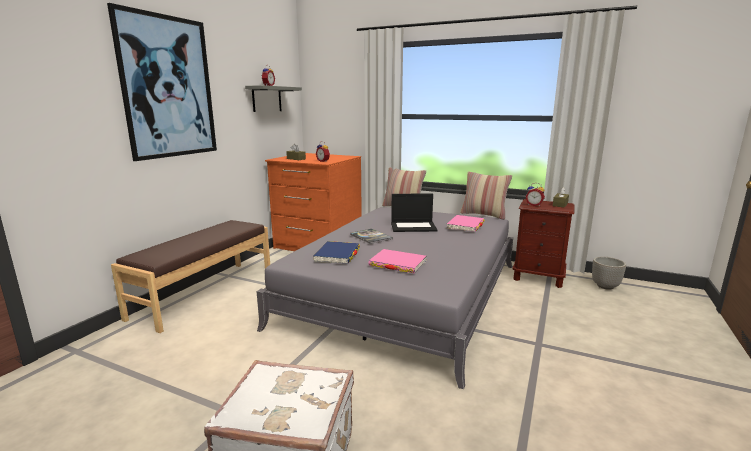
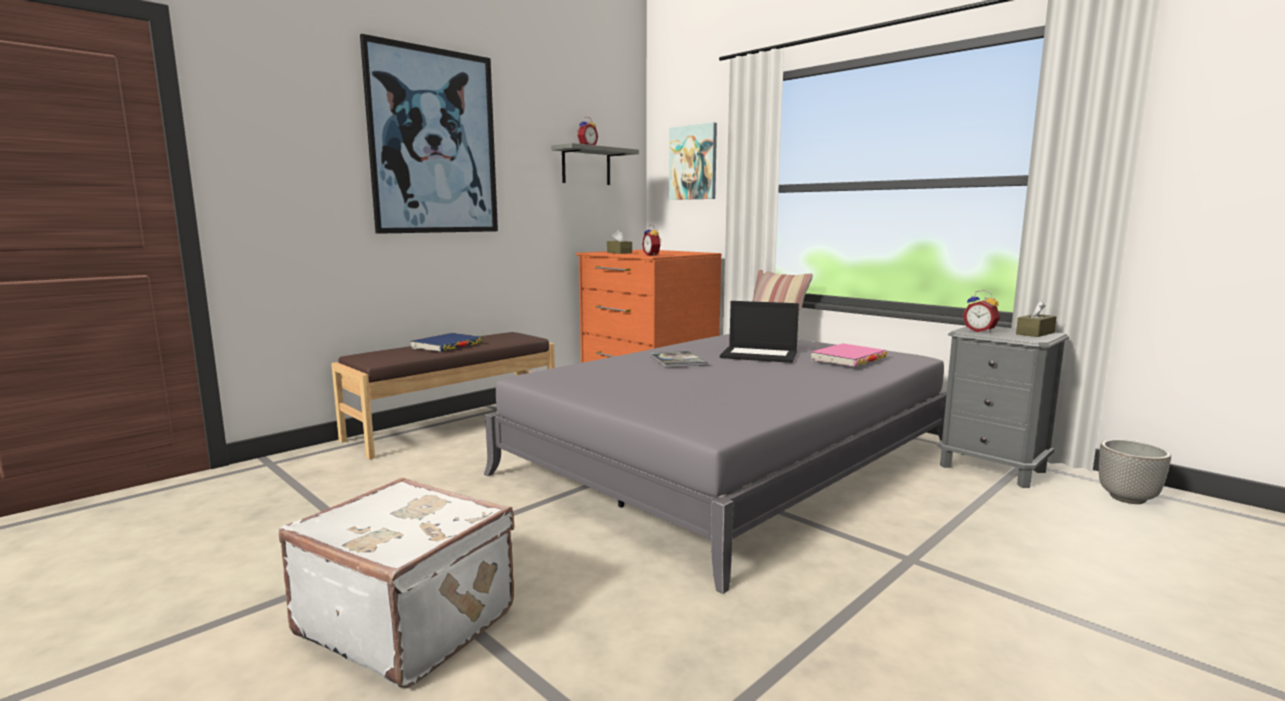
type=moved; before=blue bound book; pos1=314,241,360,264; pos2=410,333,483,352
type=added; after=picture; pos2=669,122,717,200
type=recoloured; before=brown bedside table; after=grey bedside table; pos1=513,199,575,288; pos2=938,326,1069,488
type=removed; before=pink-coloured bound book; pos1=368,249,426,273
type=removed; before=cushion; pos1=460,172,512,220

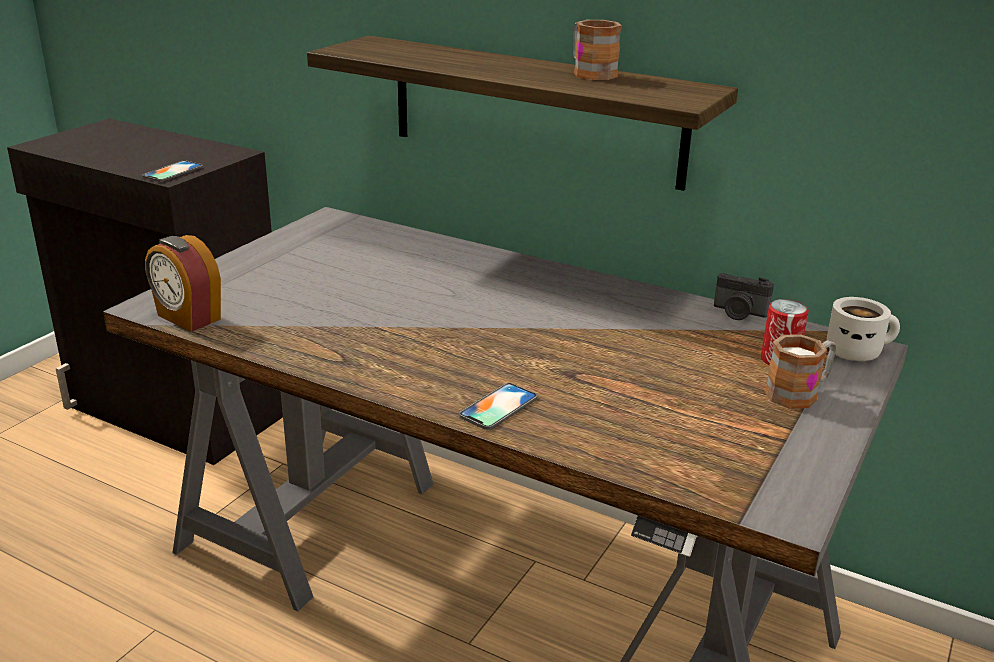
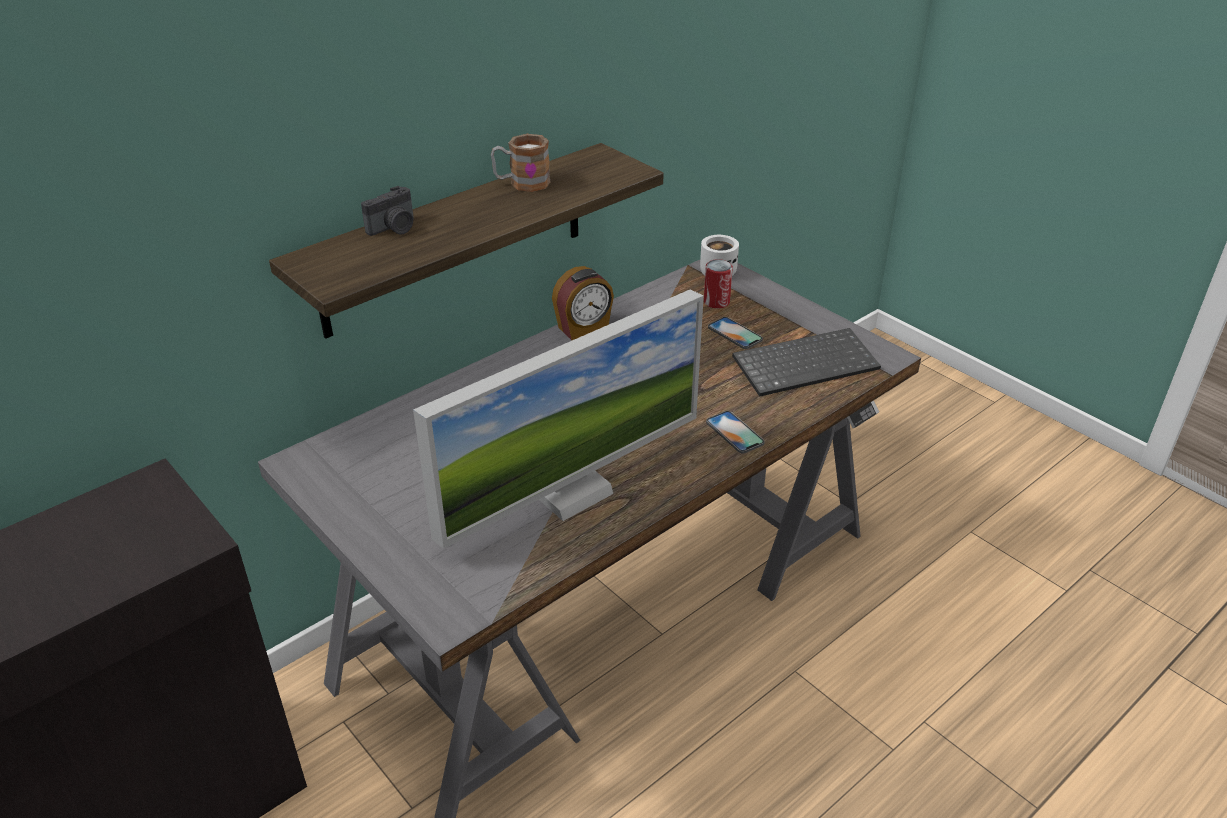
type=moved; before=photo camera; pos1=714,273,774,320; pos2=361,186,414,236
type=added; after=monitor; pos2=413,289,704,549
type=moved; before=table clock; pos1=145,235,221,332; pos2=552,266,614,340
type=moved; before=handset; pos1=142,160,203,182; pos2=708,317,763,349
type=added; after=computer keyboard; pos2=732,328,881,397
type=removed; before=tea mug; pos1=765,334,836,409

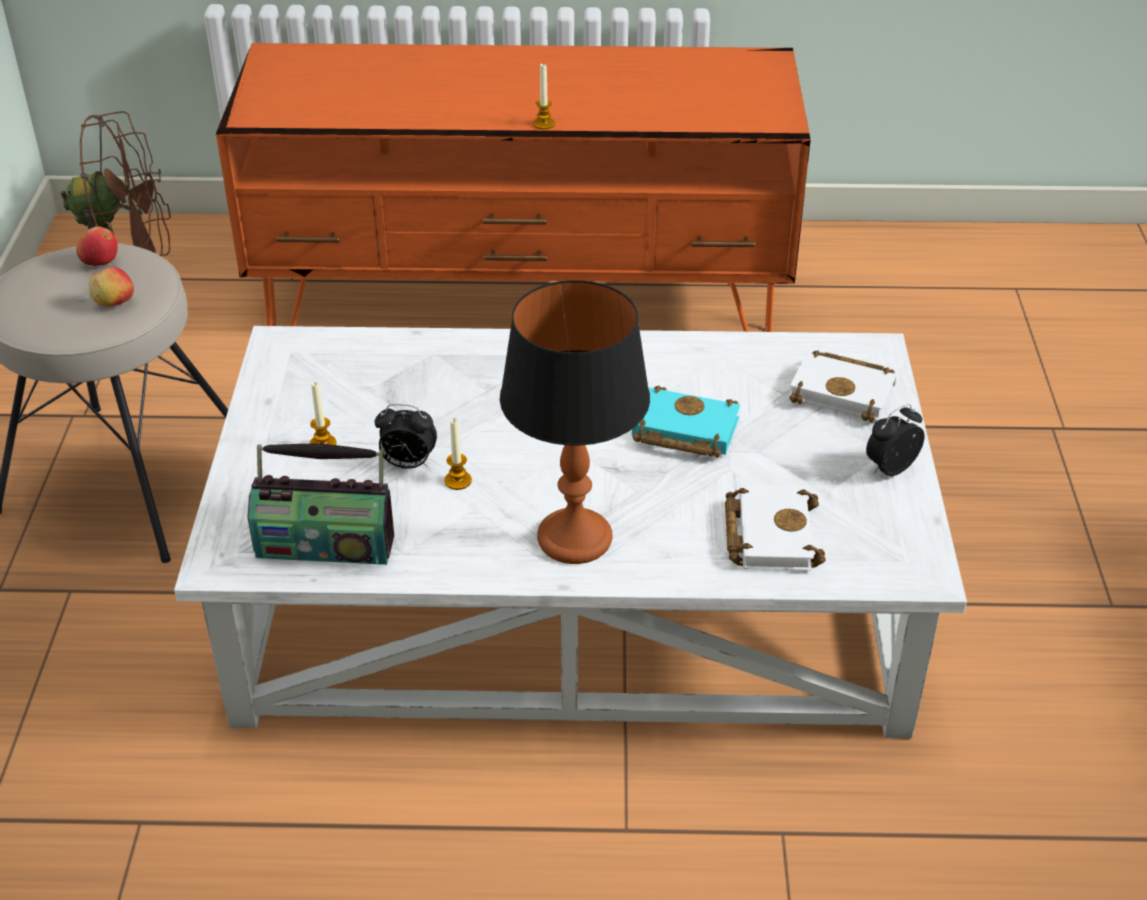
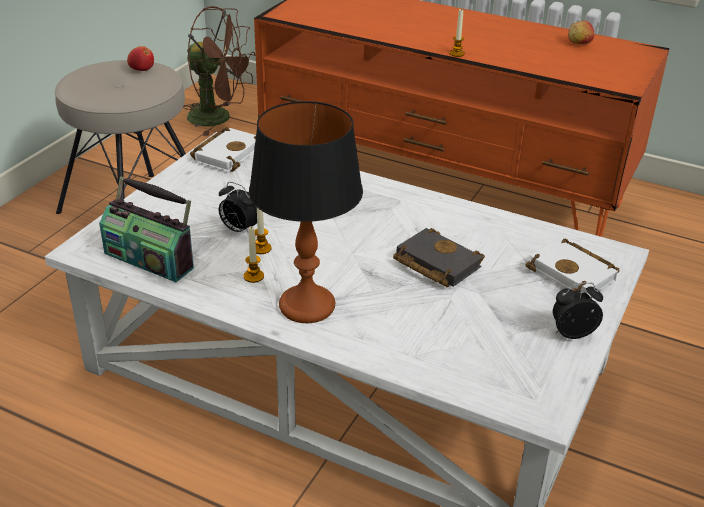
type=moved; before=white bound book; pos1=725,485,825,571; pos2=190,127,256,172
type=moved; before=candle; pos1=310,382,336,445; pos2=244,226,264,283
type=recoloured; before=turquoise bound book; after=black-coloured bound book; pos1=632,386,740,458; pos2=393,228,485,287
type=moved; before=apple fruit; pos1=89,266,134,307; pos2=568,20,594,44

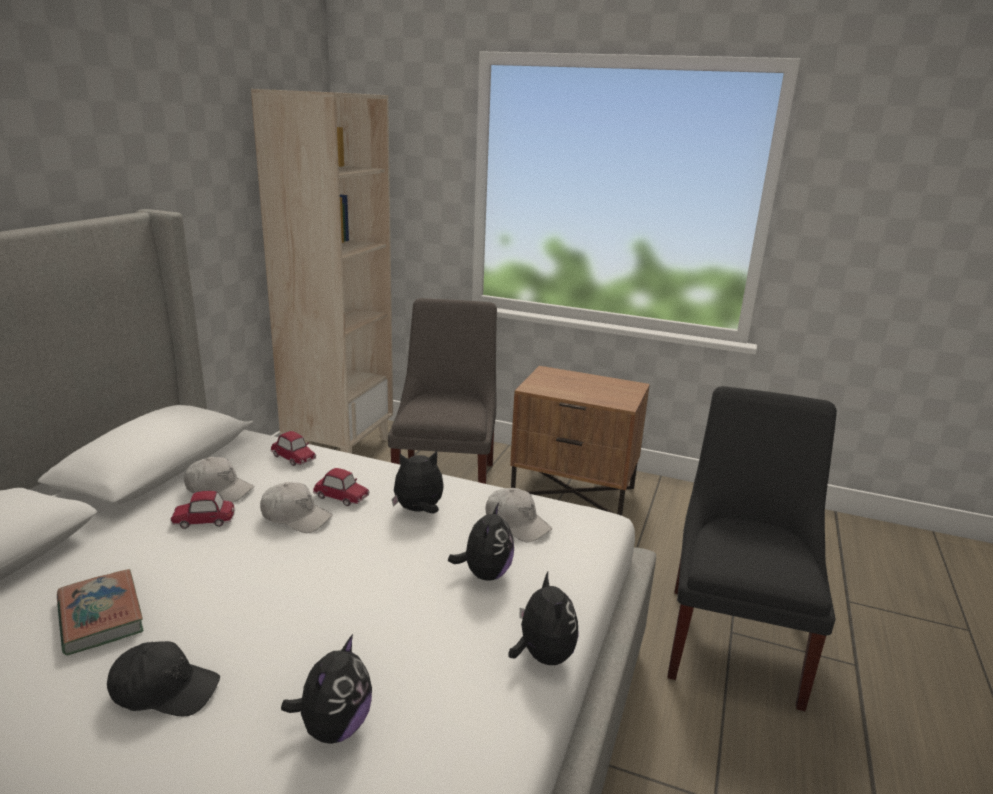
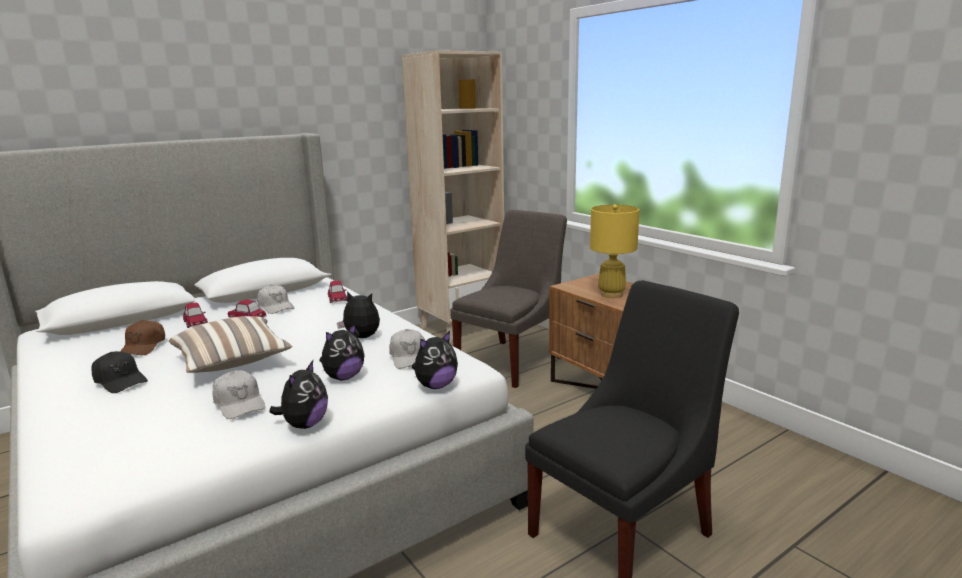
type=replaced; before=bound book; after=brown baseball cap; pos1=57,569,144,656; pos2=120,320,165,355
type=added; after=cushion; pos2=169,316,292,373
type=moved; before=miniature car; pos1=313,468,369,506; pos2=183,303,208,328
type=moved; before=white baseball cap; pos1=260,482,333,533; pos2=212,370,265,419
type=moved; before=soft toy; pos1=281,634,372,744; pos2=411,331,458,389
type=added; after=yellowish lamp for a table; pos2=590,205,640,298

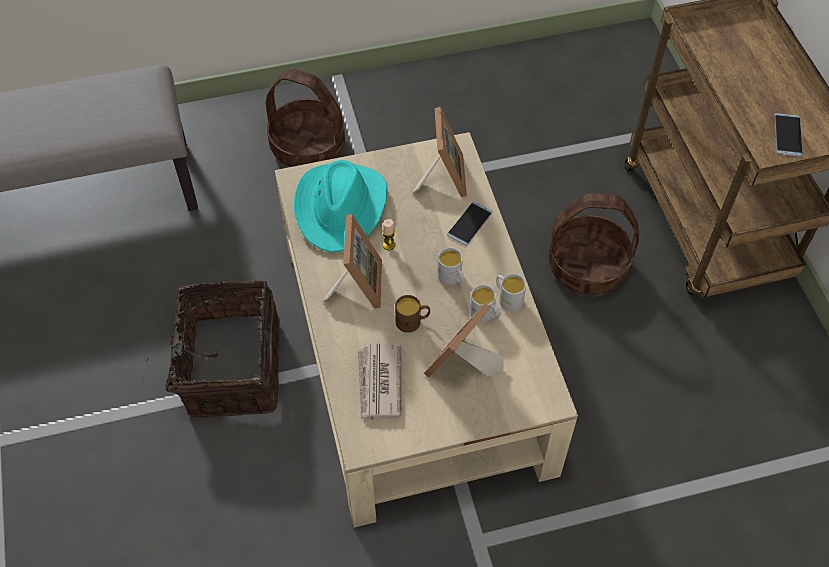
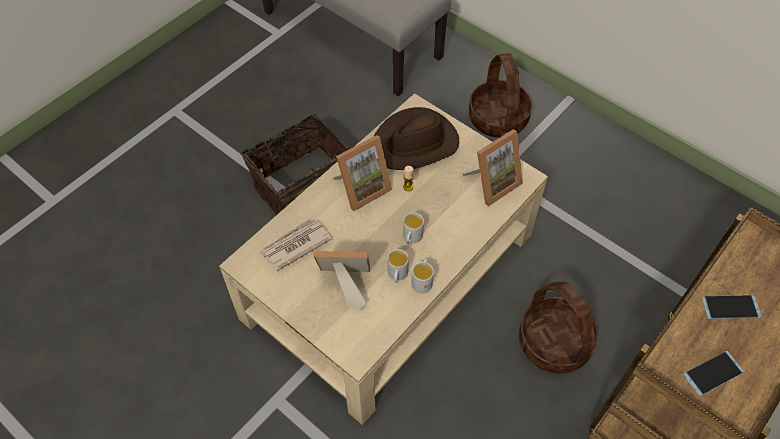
type=recoloured; before=turquoise clothing hat; after=brown clothing hat; pos1=294,160,388,253; pos2=374,107,459,170
type=moved; before=handset; pos1=447,201,493,246; pos2=702,295,761,319
type=removed; before=brown tea mug; pos1=395,295,430,333

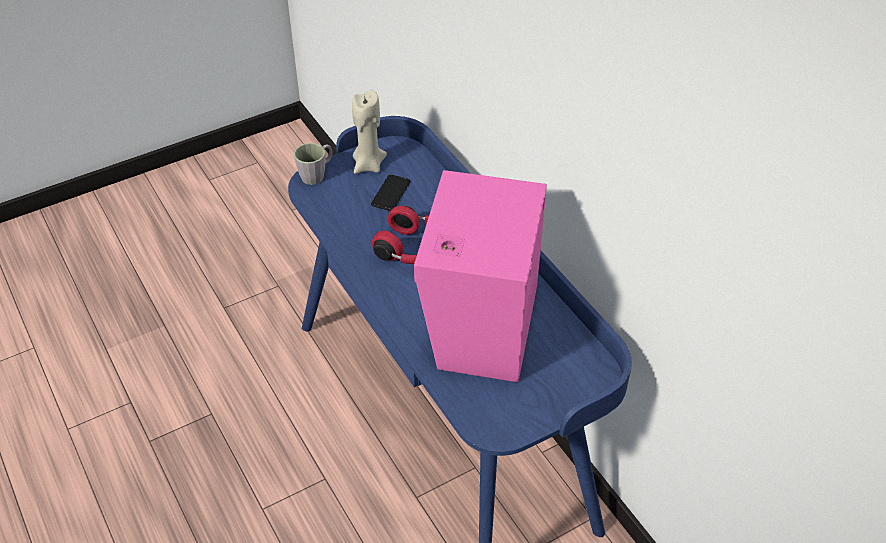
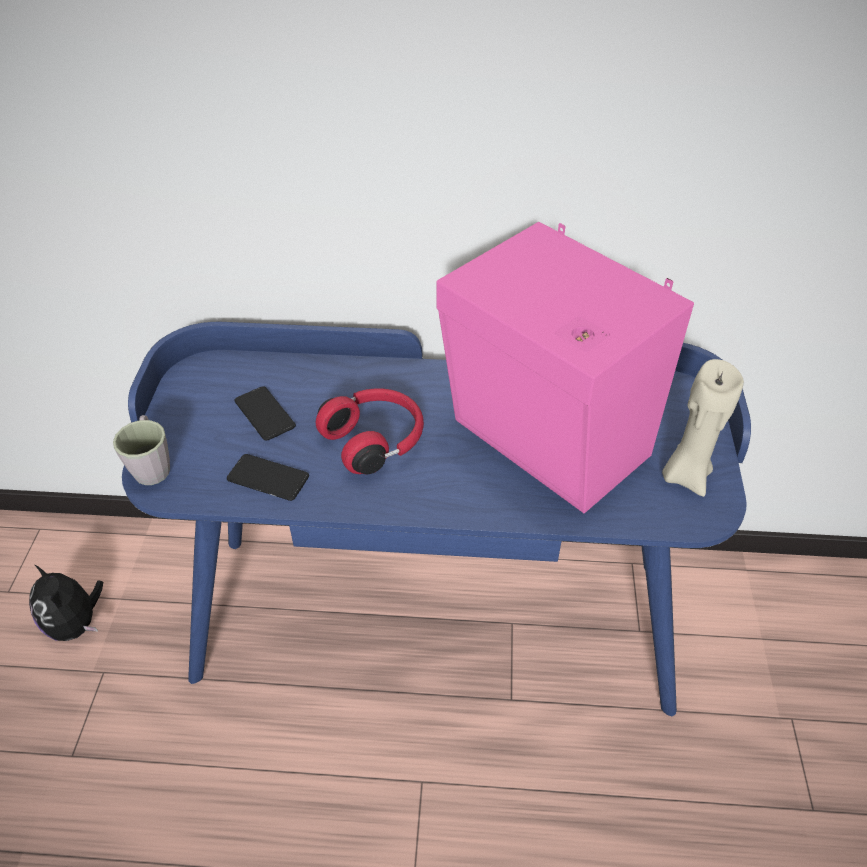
type=added; after=soft toy; pos2=29,565,103,641
type=added; after=handset; pos2=227,454,309,501
type=moved; before=beige candle; pos1=352,90,387,174; pos2=662,359,744,497

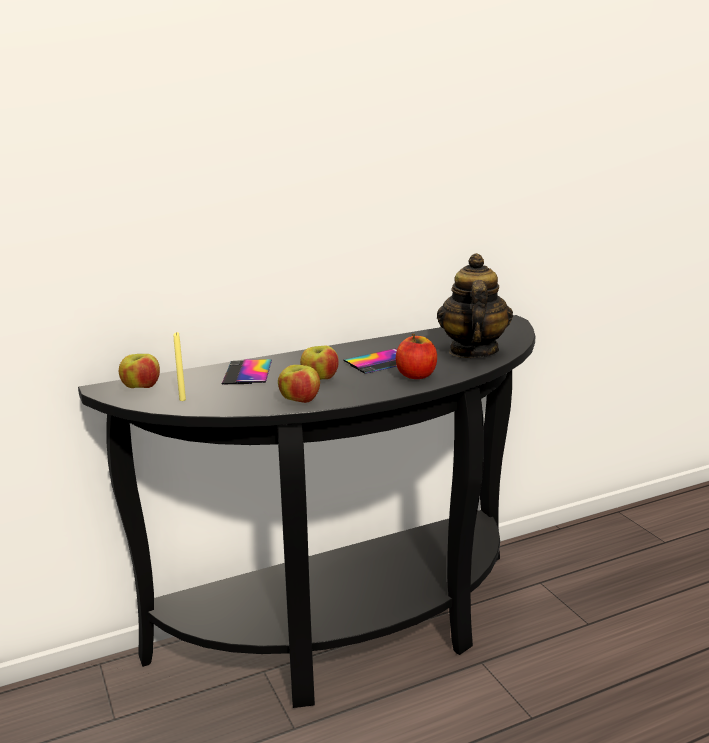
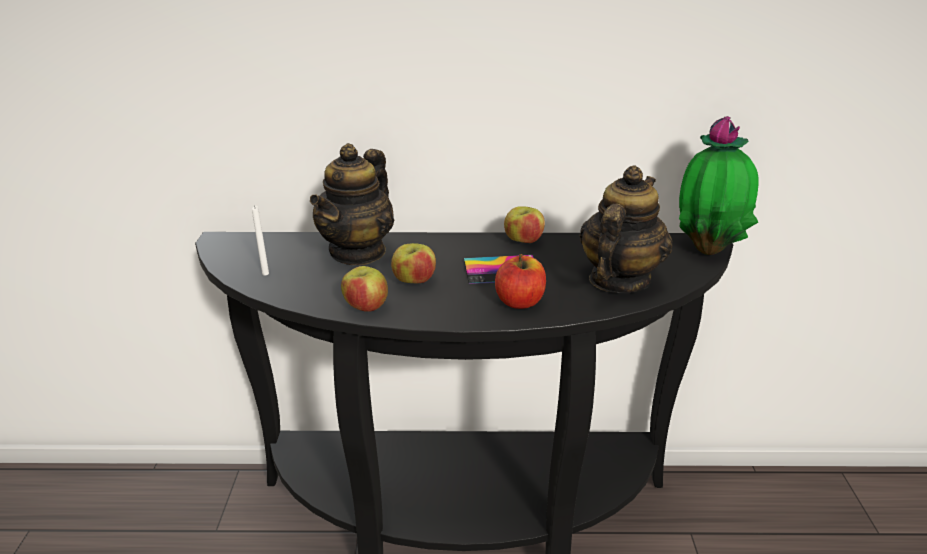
type=recoloured; before=yellowish candle; after=white candle; pos1=174,332,186,401; pos2=252,205,269,275
type=replaced; before=handset; after=tea pot; pos1=222,359,272,384; pos2=310,143,394,265
type=moved; before=apple fruit; pos1=119,354,160,388; pos2=504,206,545,243
type=added; after=potted plant; pos2=679,116,759,255

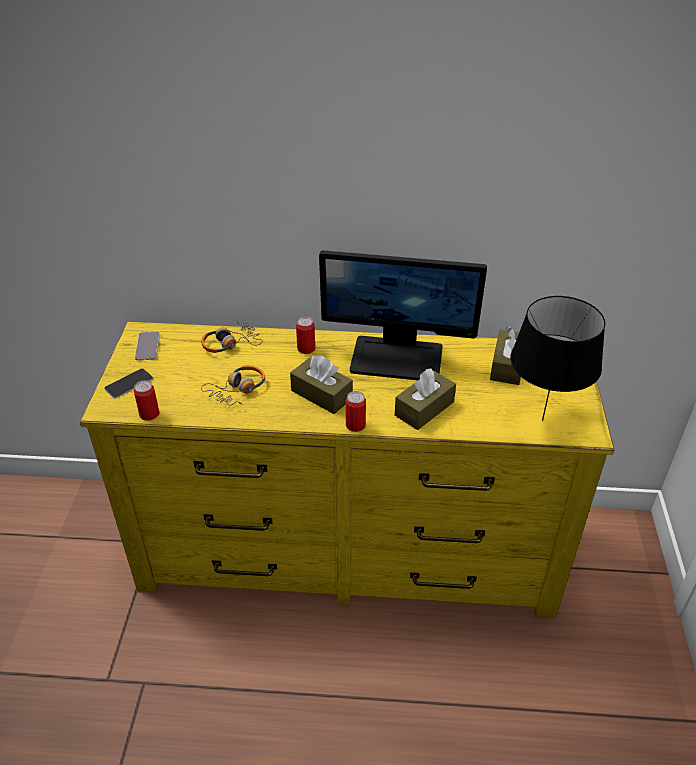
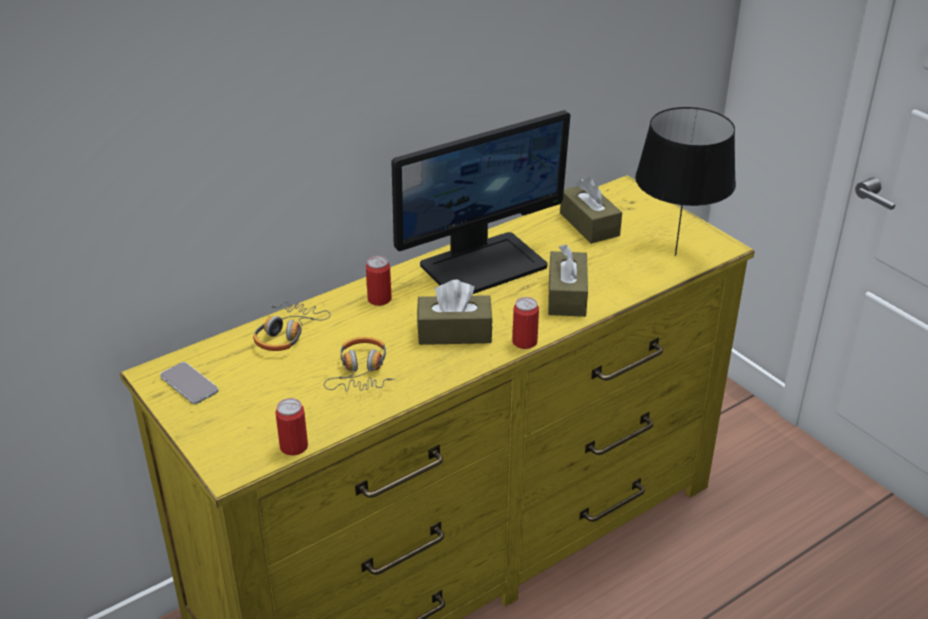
type=removed; before=handset; pos1=104,368,154,399

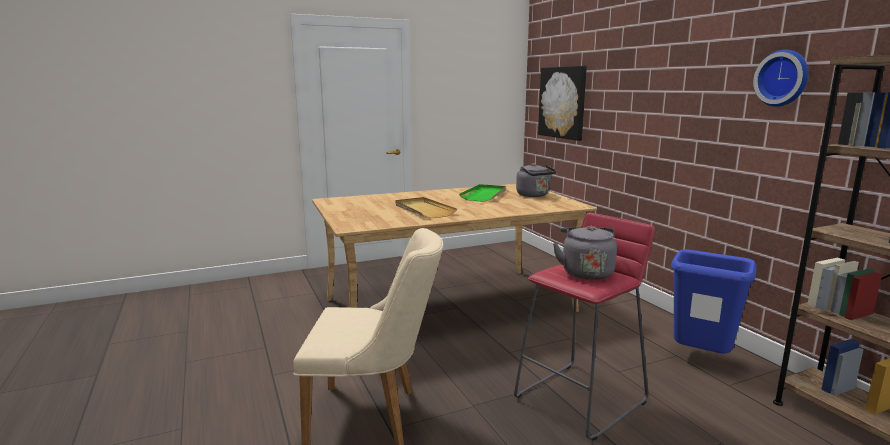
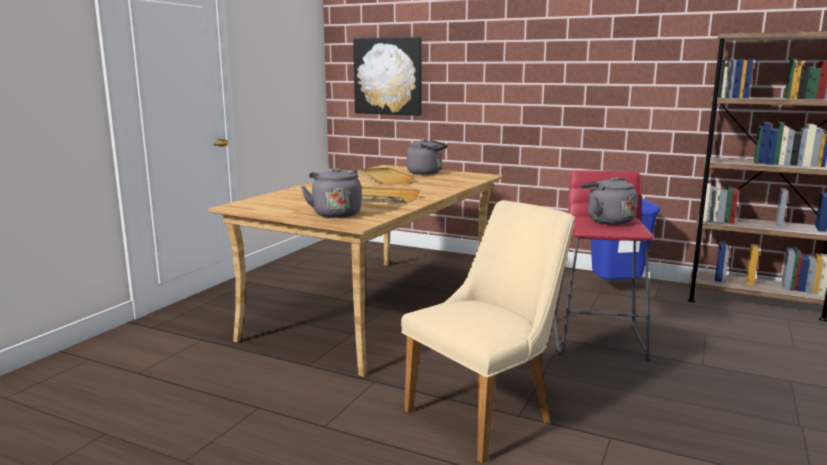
type=added; after=grey water kettle; pos2=301,167,361,218
type=recoloured; before=greenish serving tray; after=beige serving tray; pos1=459,184,506,201; pos2=359,168,413,184
type=removed; before=hanging clock; pos1=753,49,809,107

